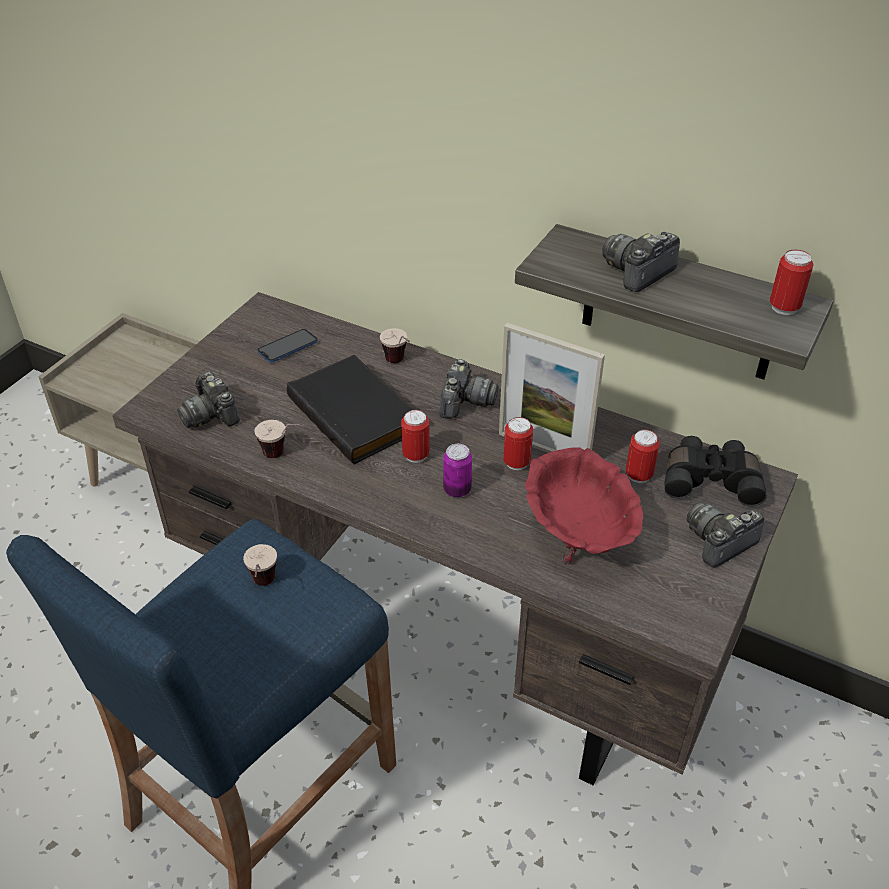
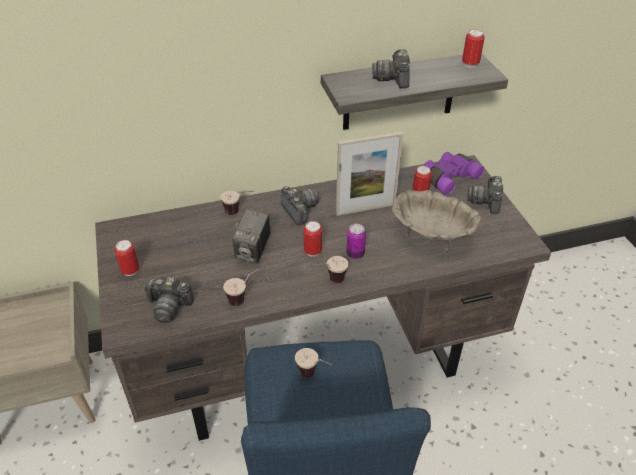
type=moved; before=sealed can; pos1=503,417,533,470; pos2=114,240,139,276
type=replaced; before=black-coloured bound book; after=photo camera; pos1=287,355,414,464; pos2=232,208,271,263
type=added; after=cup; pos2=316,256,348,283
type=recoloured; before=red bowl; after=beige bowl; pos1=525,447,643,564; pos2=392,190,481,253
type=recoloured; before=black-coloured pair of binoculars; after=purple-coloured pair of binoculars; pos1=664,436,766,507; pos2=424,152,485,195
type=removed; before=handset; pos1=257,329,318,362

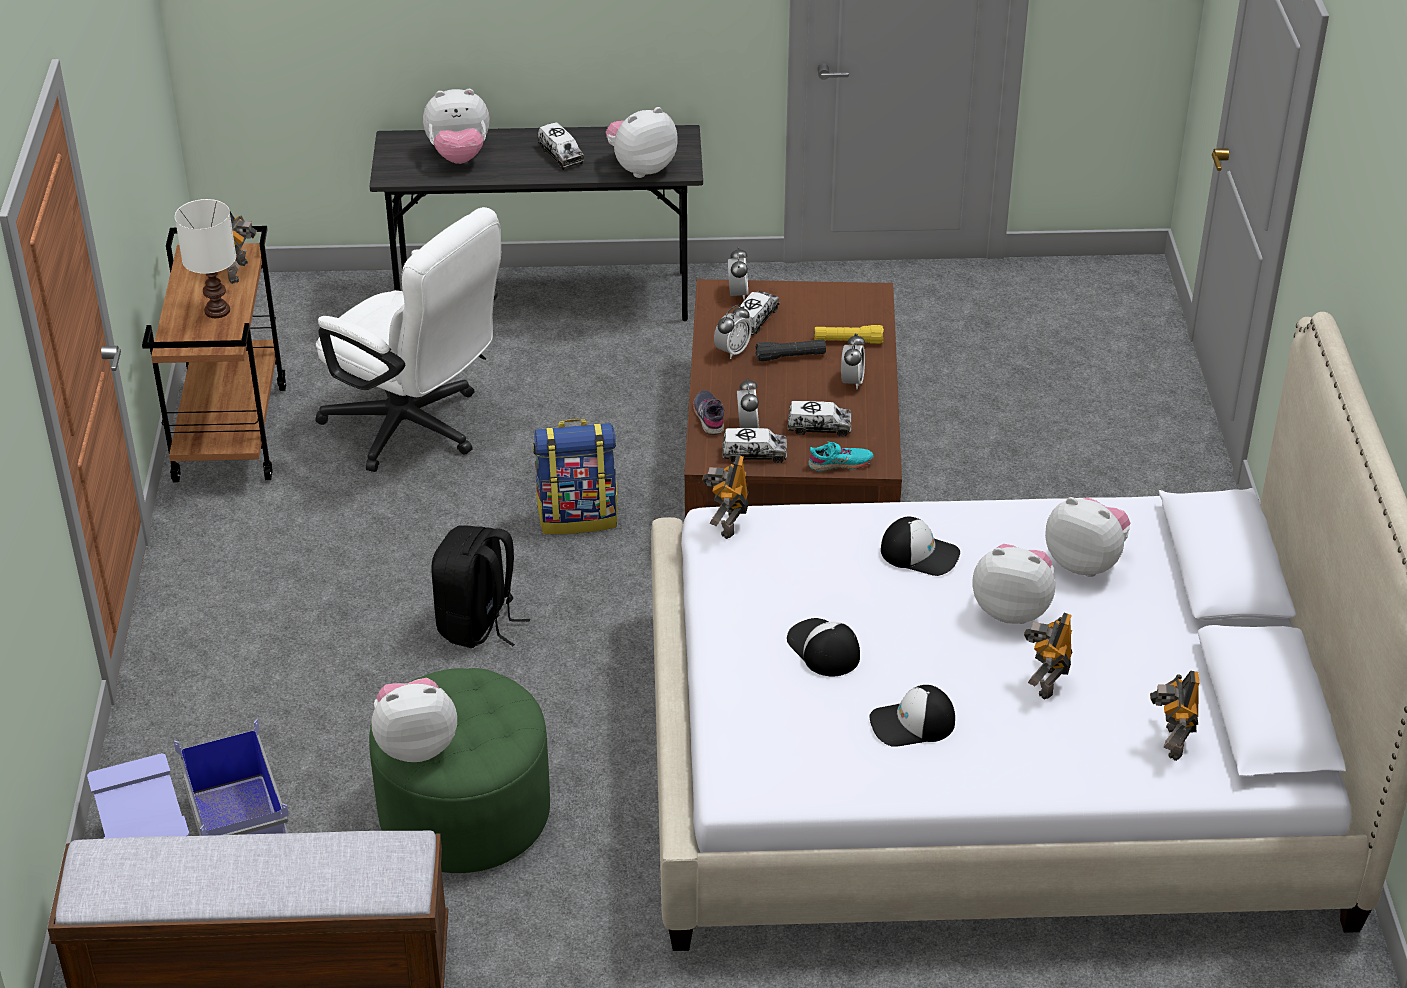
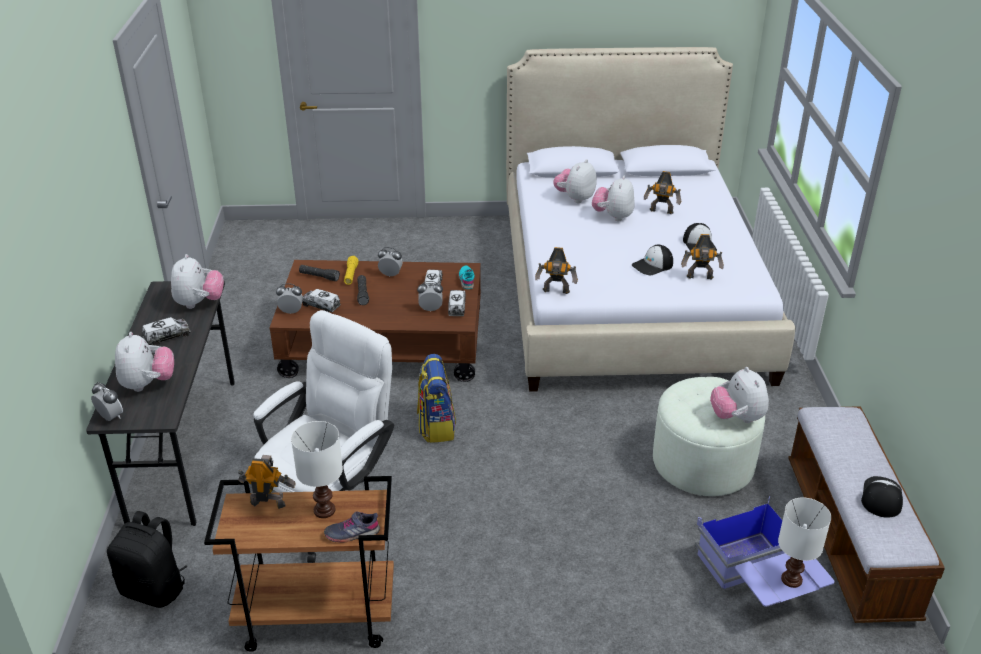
type=moved; before=table clock; pos1=714,305,752,359; pos2=91,382,123,421
type=moved; before=black-coloured rucksack; pos1=431,525,530,648; pos2=107,511,188,608
type=turned; before=soft toy; pos1=606,107,678,178; pos2=171,254,224,309; turn=-150
type=added; after=black-coloured hand torch; pos2=299,265,340,281
type=moved; before=grey item of footwear; pos1=693,390,724,435; pos2=324,511,380,543
type=recoloured; before=greenish ottoman; after=white ottoman; pos1=369,668,550,873; pos2=653,377,765,496
type=moved; before=robot figure; pos1=1150,670,1200,761; pos2=681,234,724,280
type=added; after=white lamp for a table; pos2=778,497,831,588
type=moved; before=baseball cap; pos1=881,516,960,576; pos2=861,476,903,518

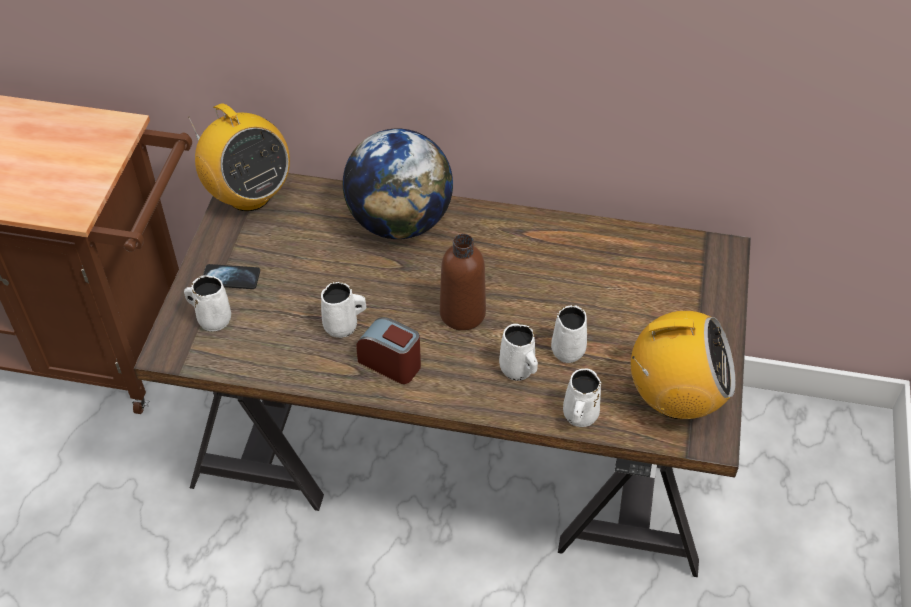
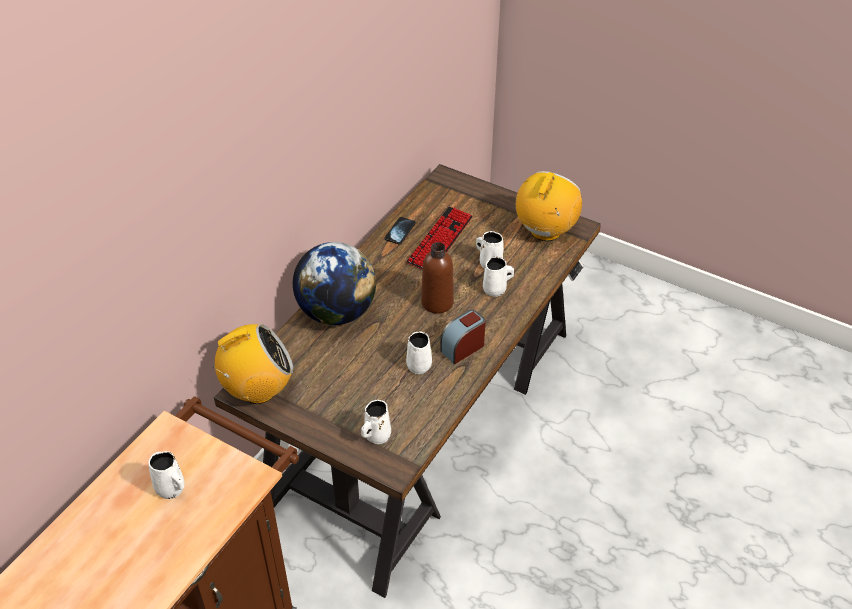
type=moved; before=white tea mug; pos1=563,369,601,427; pos2=148,451,184,499
type=moved; before=handset; pos1=203,264,260,289; pos2=384,217,416,244
type=added; after=computer keyboard; pos2=406,207,473,270

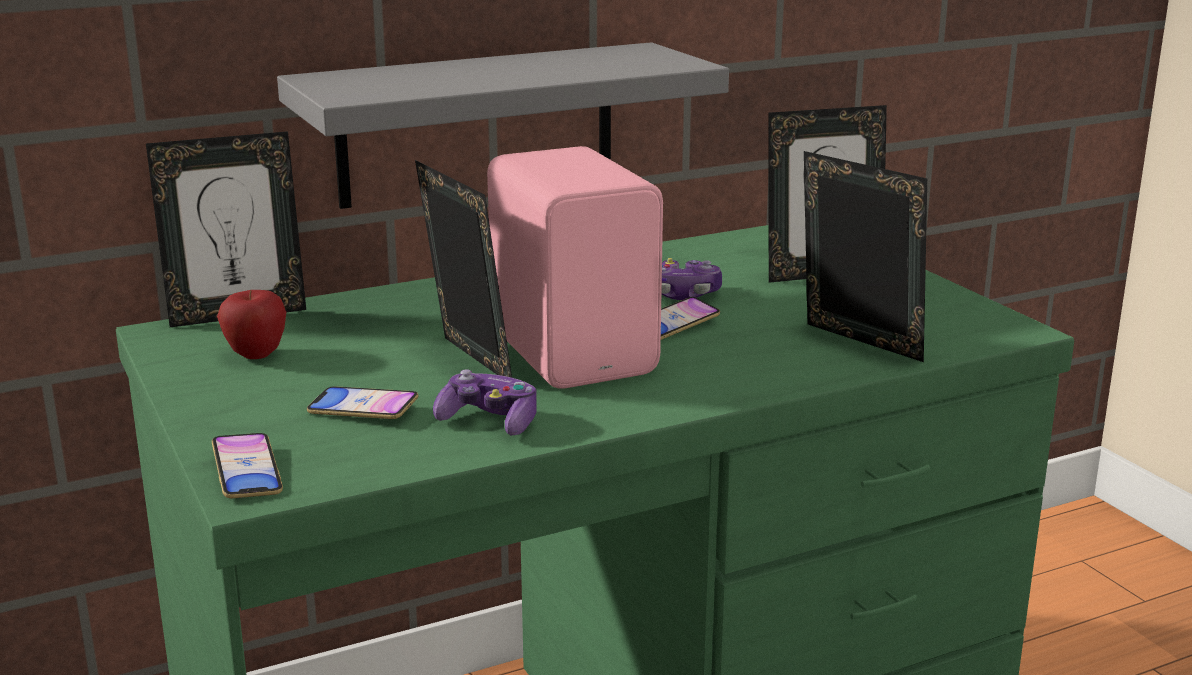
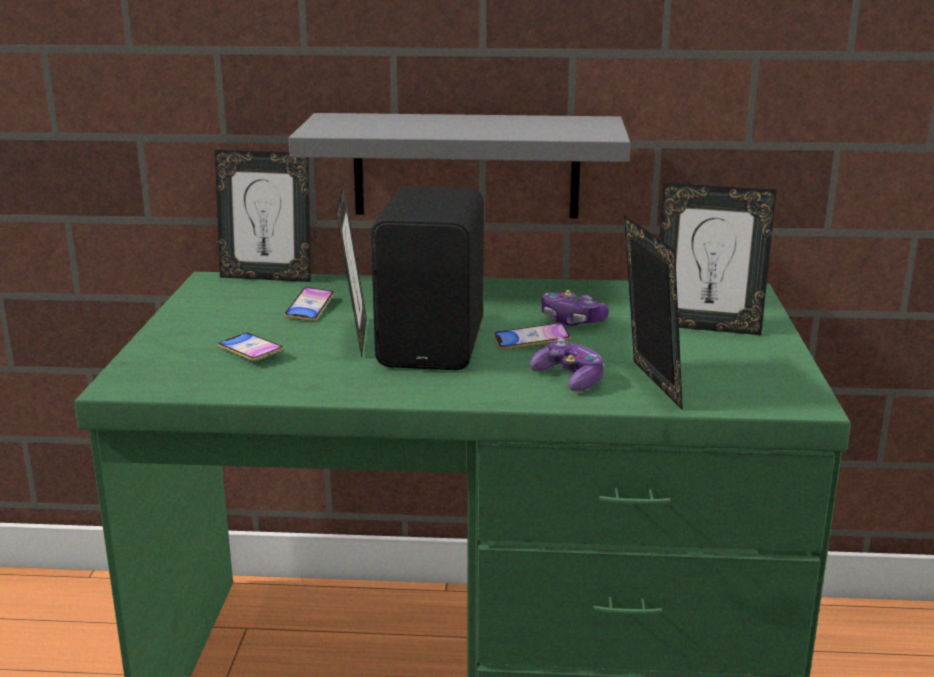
type=moved; before=handset; pos1=212,433,283,498; pos2=284,287,334,321
type=recoloured; before=pink-coloured speaker; after=black-coloured speaker; pos1=487,146,663,388; pos2=371,186,484,370
type=moved; before=joypad; pos1=433,369,537,436; pos2=530,338,604,391
type=removed; before=apple fruit; pos1=217,289,286,359

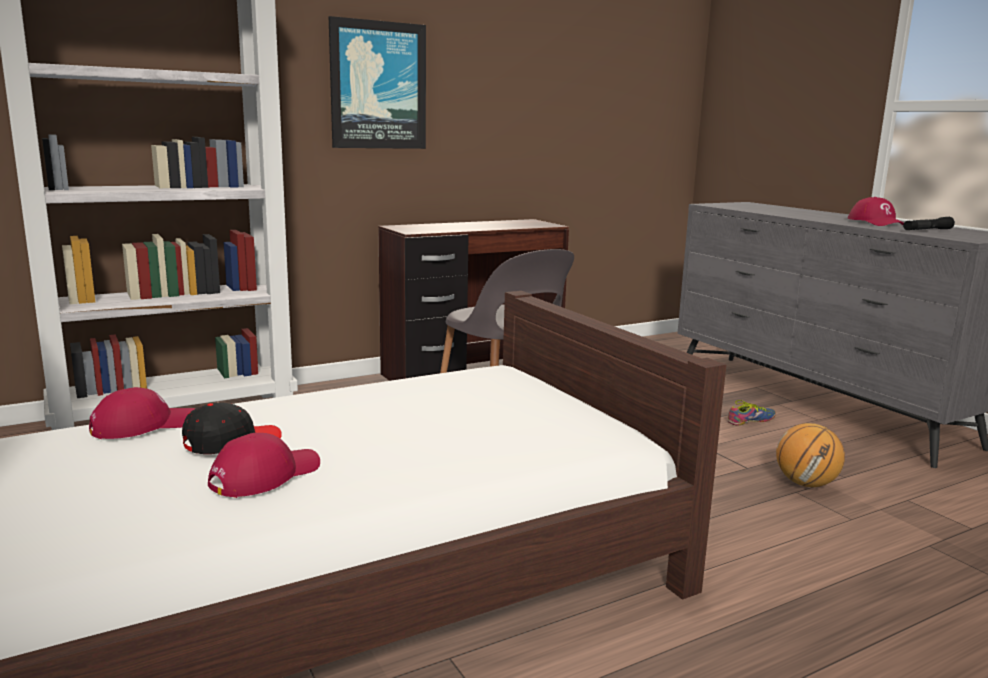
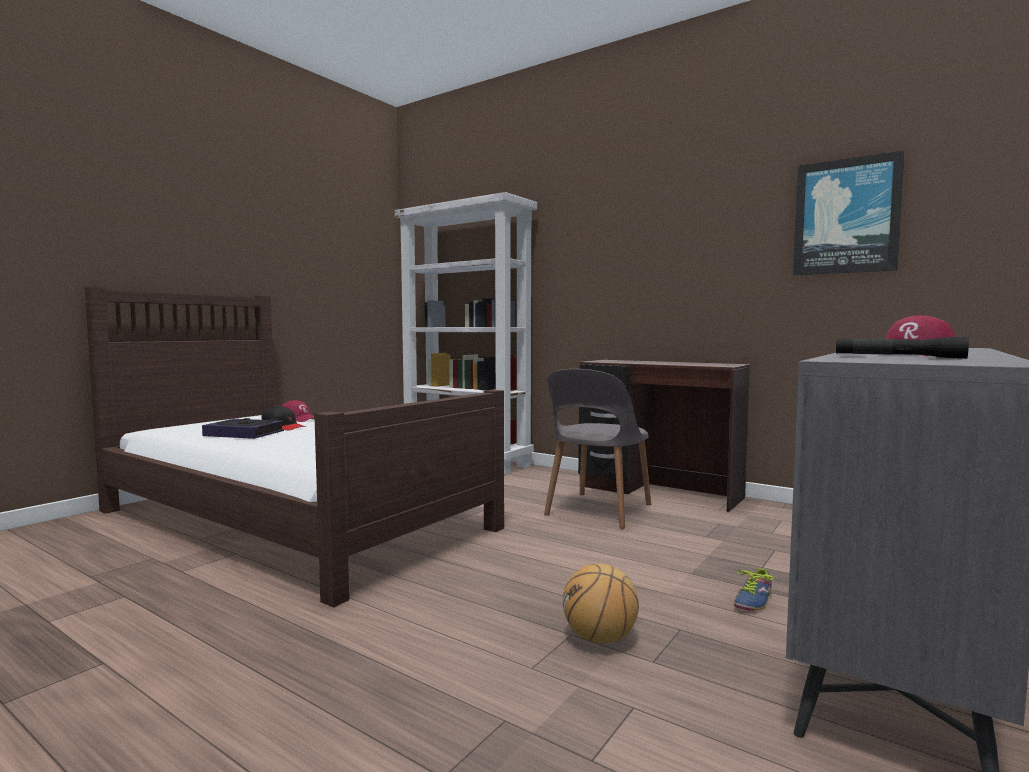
type=replaced; before=red baseball cap; after=bound book; pos1=208,433,320,498; pos2=202,418,284,439
type=turned; before=item of footwear; pos1=728,400,776,426; pos2=734,564,774,611; turn=90
type=moved; before=picture; pos1=329,16,426,149; pos2=793,150,904,276

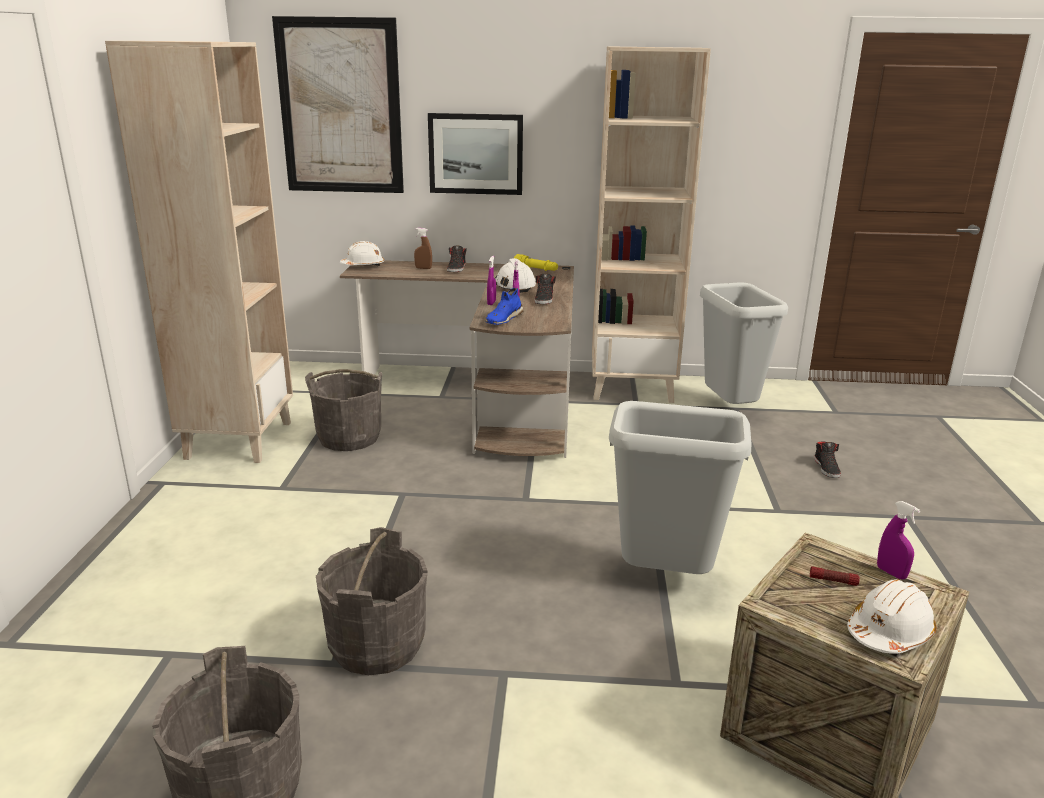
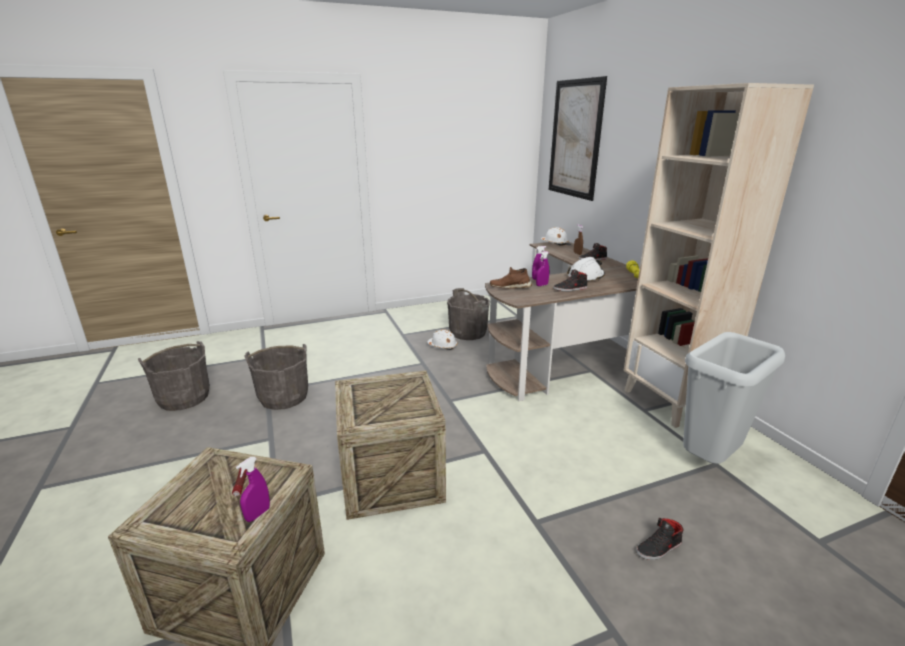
type=replaced; before=grey waste bin; after=crate; pos1=609,401,751,574; pos2=335,371,446,520
type=moved; before=white work helmet; pos1=847,579,937,654; pos2=427,329,458,350
type=recoloured; before=blue item of footwear; after=brown item of footwear; pos1=486,288,524,325; pos2=490,267,532,289
type=removed; before=beige bookshelf; pos1=105,41,293,463
type=removed; before=picture; pos1=428,113,523,195

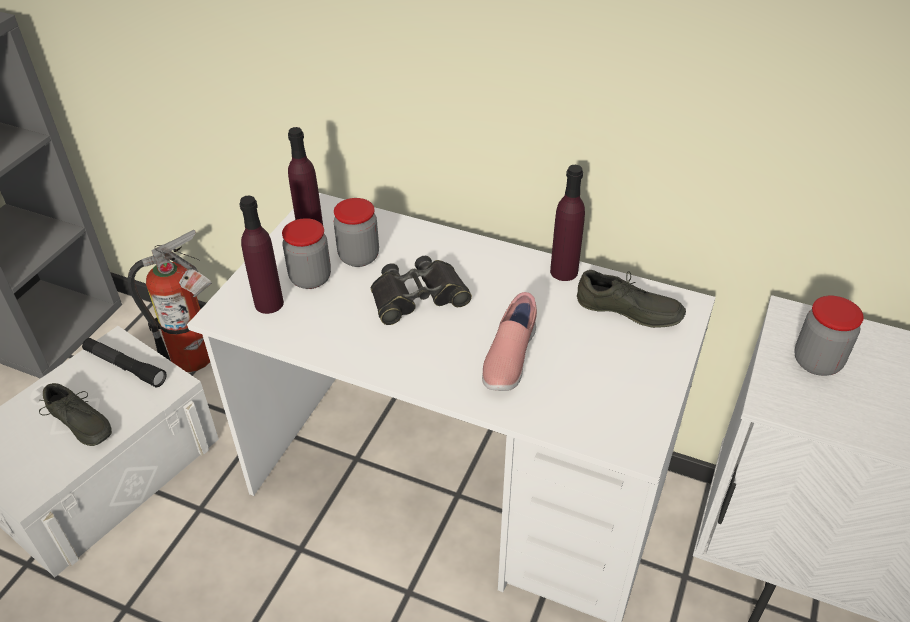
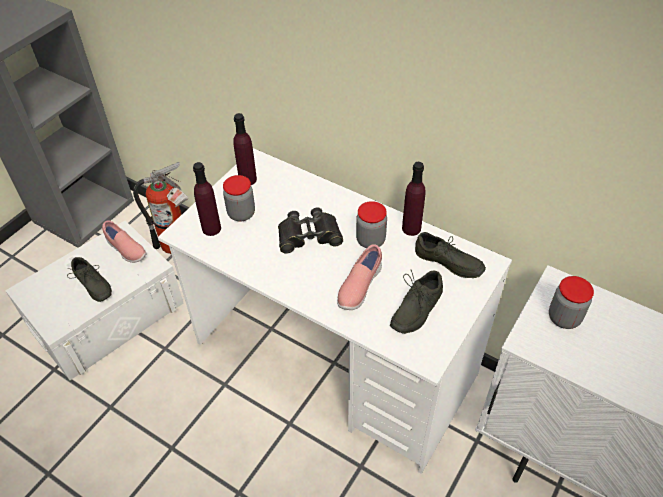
type=replaced; before=black-coloured hand torch; after=pink-coloured item of footwear; pos1=82,338,166,387; pos2=102,220,147,263
type=moved; before=preserve jar; pos1=334,198,379,267; pos2=356,201,387,248
type=added; after=grey item of footwear; pos2=390,270,443,334

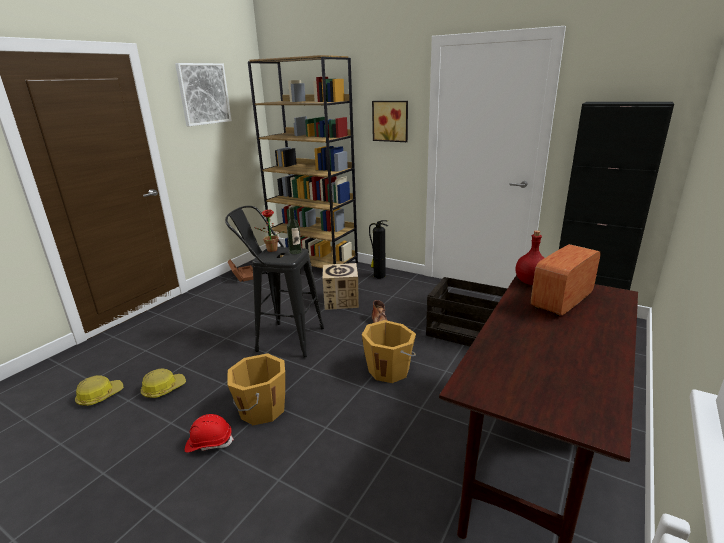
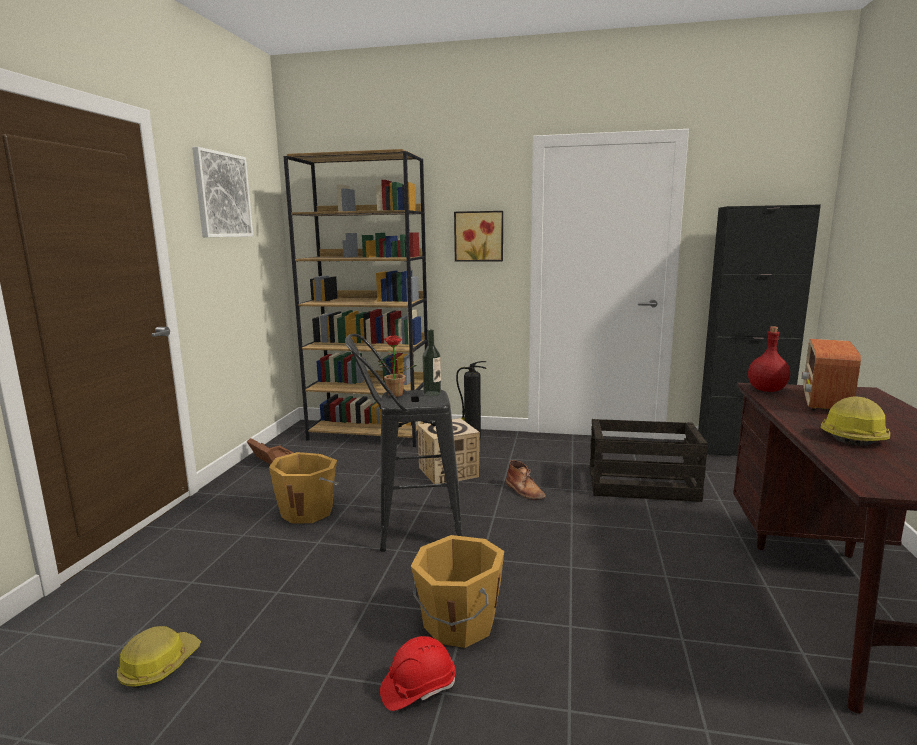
type=moved; before=orange bucket; pos1=362,320,416,383; pos2=269,452,339,524
type=moved; before=work helmet; pos1=141,369,186,398; pos2=820,397,890,446

